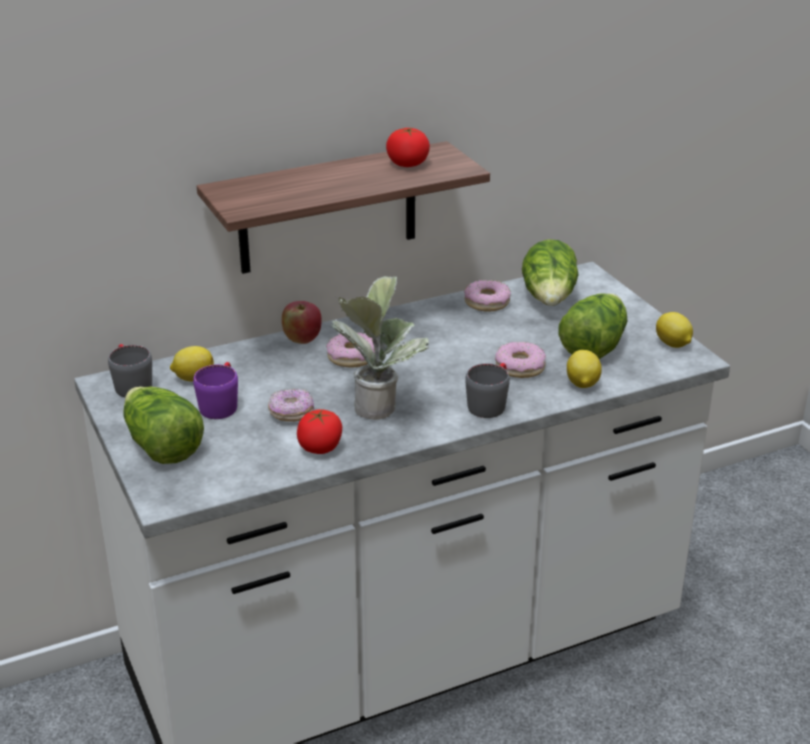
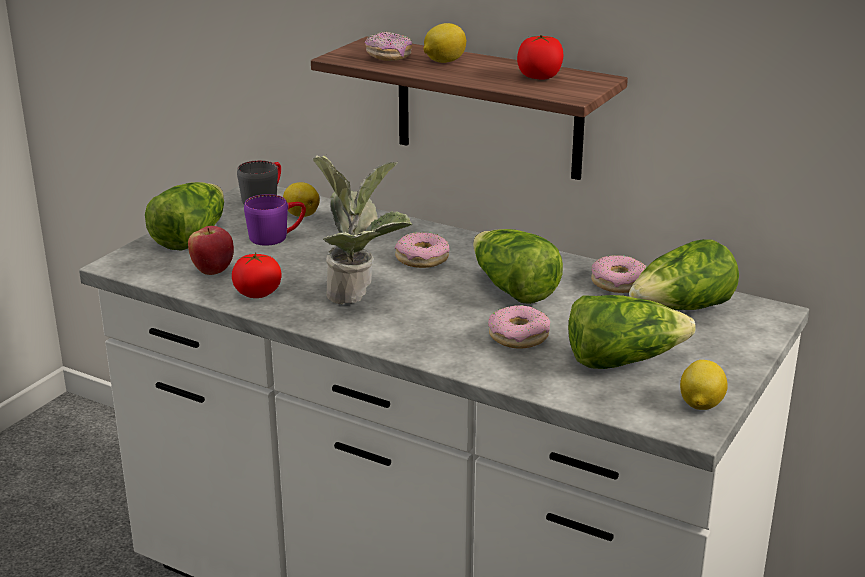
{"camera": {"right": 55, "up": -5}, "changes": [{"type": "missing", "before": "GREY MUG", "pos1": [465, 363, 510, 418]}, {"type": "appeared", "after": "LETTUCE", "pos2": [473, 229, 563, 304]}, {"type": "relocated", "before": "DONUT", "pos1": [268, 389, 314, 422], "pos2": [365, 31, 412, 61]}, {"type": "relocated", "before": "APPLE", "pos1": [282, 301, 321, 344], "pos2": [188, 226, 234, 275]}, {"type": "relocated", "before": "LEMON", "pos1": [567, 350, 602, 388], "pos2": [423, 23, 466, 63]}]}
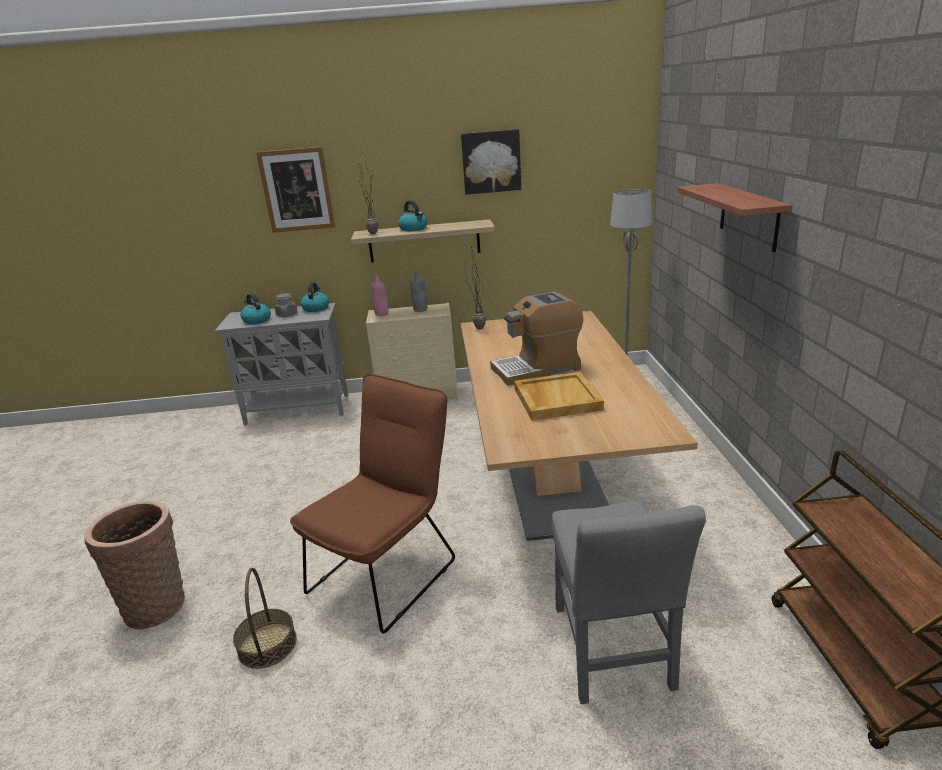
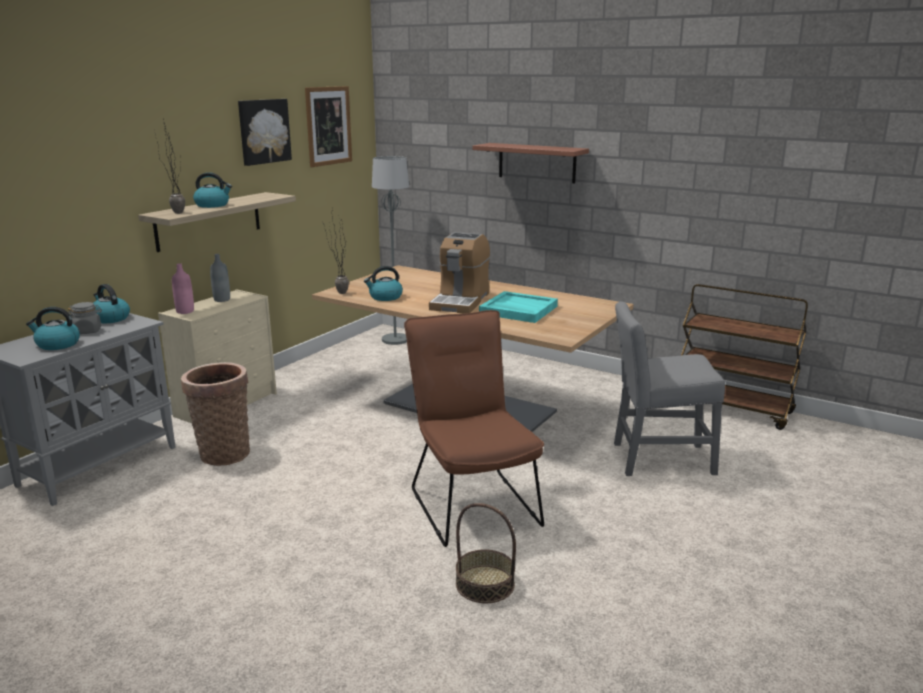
{"camera": {"right": -55, "up": -5}, "changes": [{"type": "appeared", "after": "KETTLE", "pos2": [364, 266, 403, 301]}, {"type": "relocated", "before": "BASKET", "pos1": [84, 500, 185, 630], "pos2": [181, 362, 250, 466]}, {"type": "relocated", "before": "PICTURE", "pos1": [256, 147, 335, 233], "pos2": [305, 86, 352, 167]}, {"type": "colour", "before": "BEIGE TRAY", "after": "TURQUOISE TRAY", "pos1": [514, 372, 604, 421], "pos2": [479, 291, 558, 323]}, {"type": "spun", "before": "GREY CHAIR", "pos1": [552, 501, 706, 704], "pos2": [614, 301, 725, 476], "turn": 150}]}
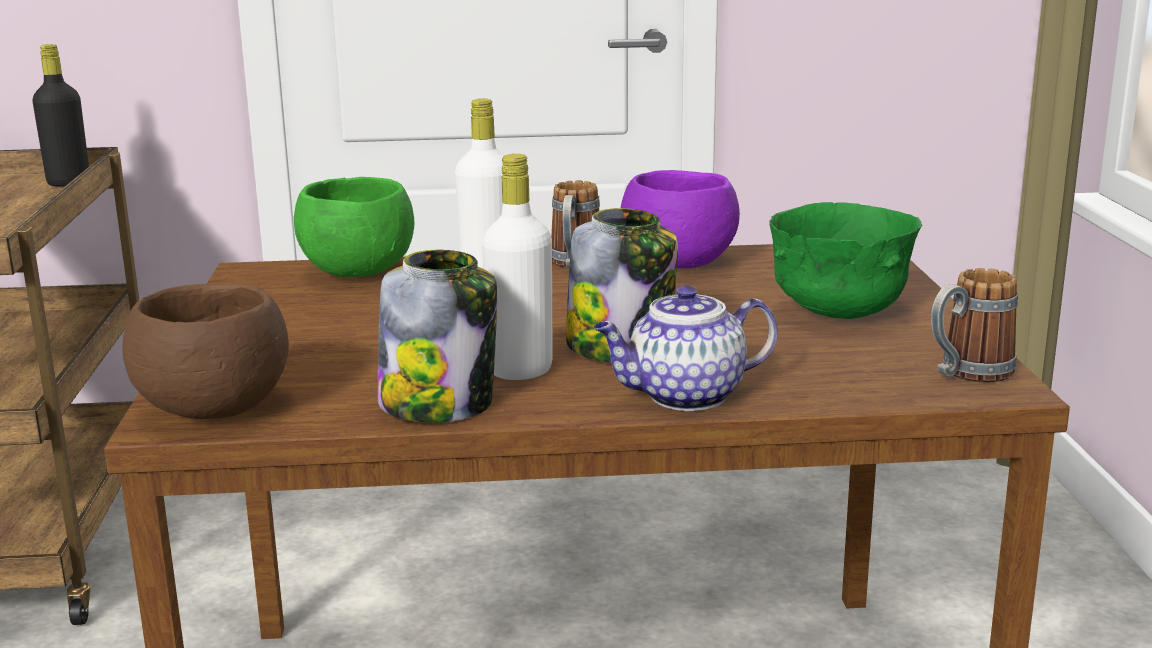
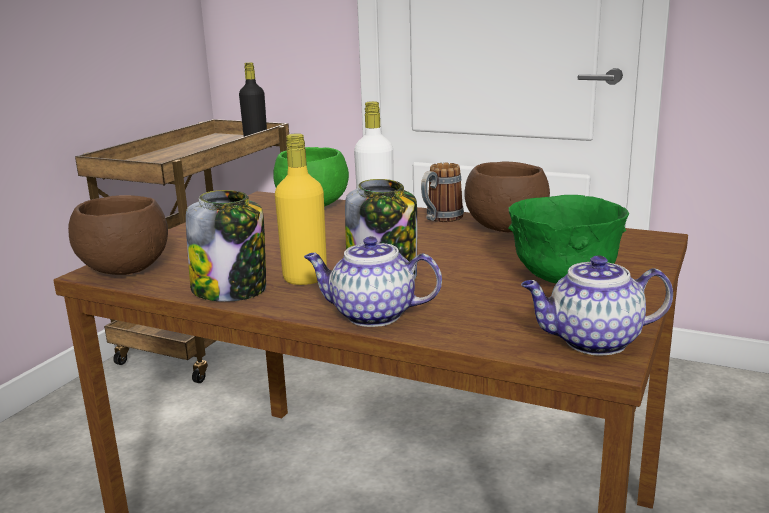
{"camera": {"right": 30, "up": 0}, "changes": [{"type": "exchanged", "before": "MUG", "after": "TEAPOT", "pos1": [931, 268, 1018, 383], "pos2": [521, 255, 673, 355]}, {"type": "colour", "before": "WHITE BOTTLE", "after": "YELLOW BOTTLE", "pos1": [482, 154, 553, 380], "pos2": [275, 133, 327, 285]}, {"type": "colour", "before": "PURPLE BOWL", "after": "BROWN BOWL", "pos1": [621, 170, 740, 268], "pos2": [464, 161, 550, 232]}]}
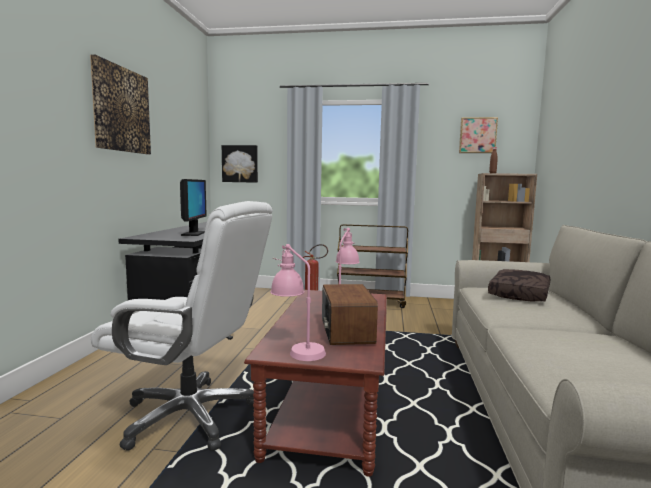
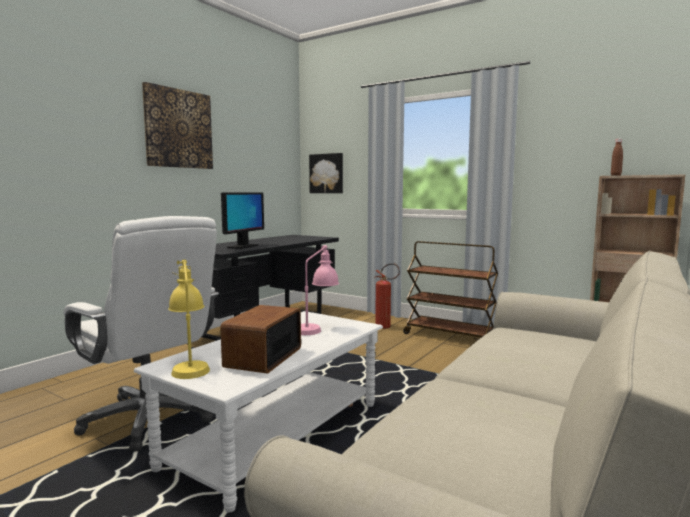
{"camera": {"right": 25, "up": 0}, "changes": [{"type": "missing", "before": "PICTURE", "pos1": [459, 117, 498, 153]}, {"type": "missing", "before": "BROWN PILLOW", "pos1": [488, 269, 550, 302]}, {"type": "colour", "before": "BROWN COFFEE TABLE", "after": "WHITE COFFEE TABLE", "pos1": [244, 290, 387, 477], "pos2": [134, 311, 383, 512]}, {"type": "colour", "before": "PINK TABLE LAMP", "after": "YELLOW TABLE LAMP", "pos1": [270, 244, 326, 361], "pos2": [168, 259, 210, 379]}]}
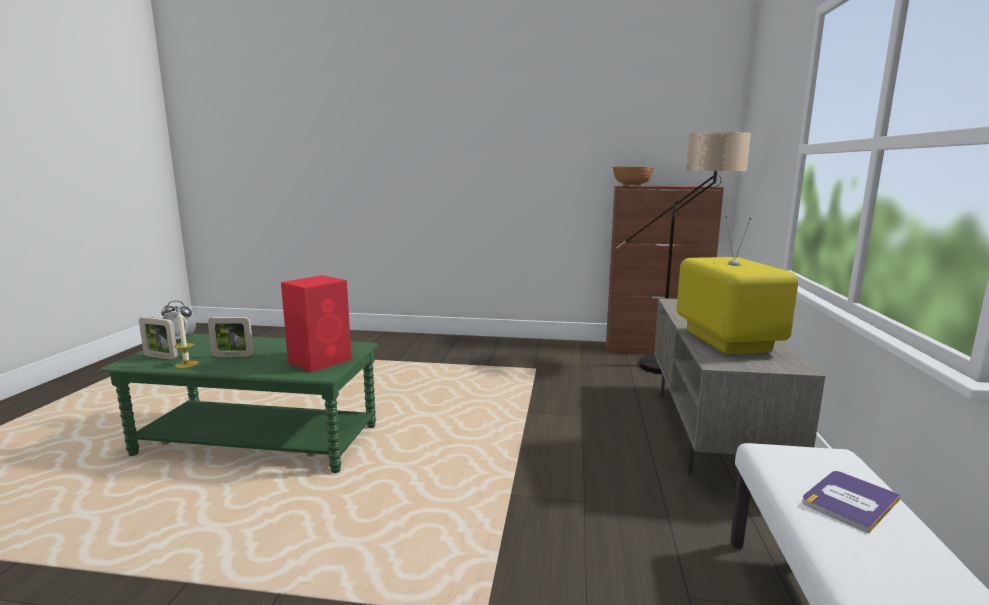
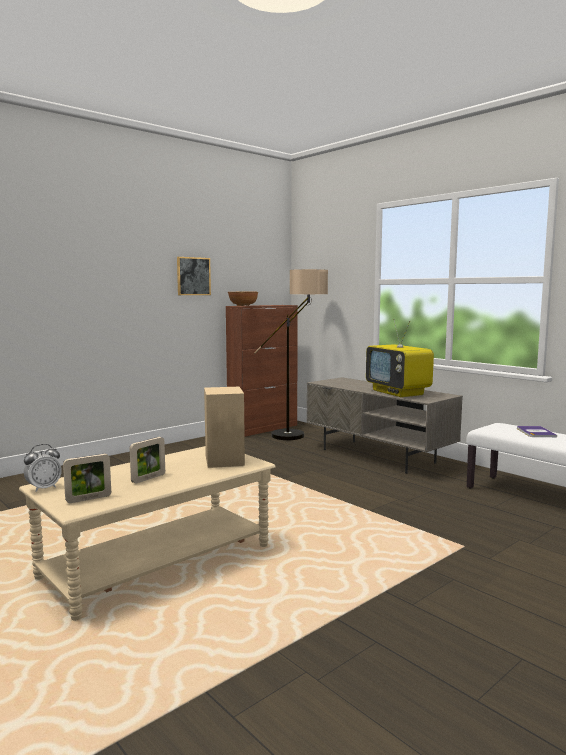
{"camera": {"right": -50, "up": -5}, "changes": [{"type": "missing", "before": "CANDLE", "pos1": [174, 310, 198, 368]}, {"type": "appeared", "after": "PICTURE", "pos2": [177, 257, 211, 295]}, {"type": "colour", "before": "GREEN COFFEE TABLE", "after": "BEIGE COFFEE TABLE", "pos1": [101, 334, 378, 473], "pos2": [19, 446, 275, 621]}, {"type": "colour", "before": "RED SPEAKER", "after": "BEIGE SPEAKER", "pos1": [281, 275, 352, 372], "pos2": [204, 387, 245, 468]}, {"type": "spun", "before": "TELEVISION", "pos1": [677, 215, 798, 354], "pos2": [366, 319, 434, 397], "turn": -150}]}
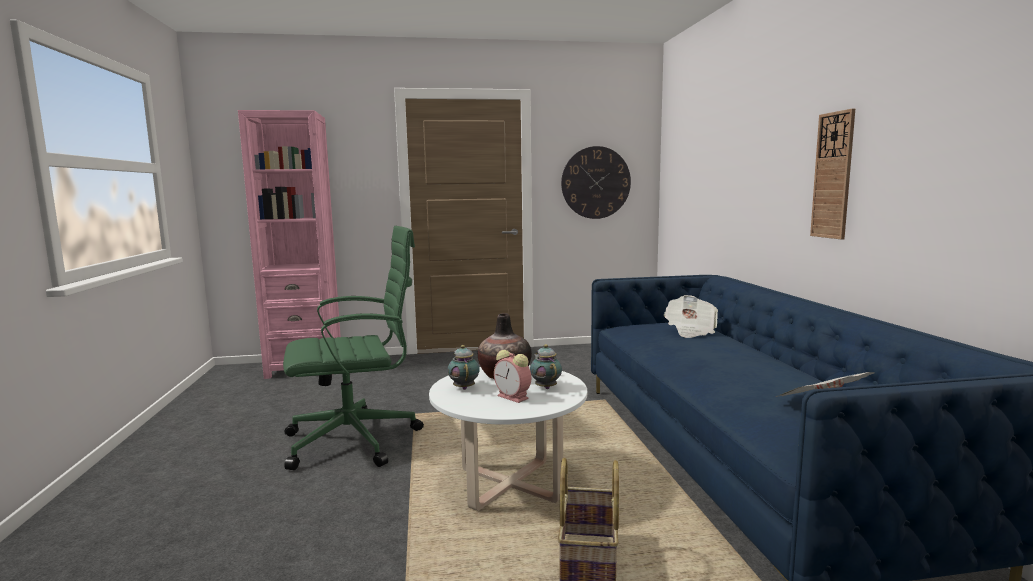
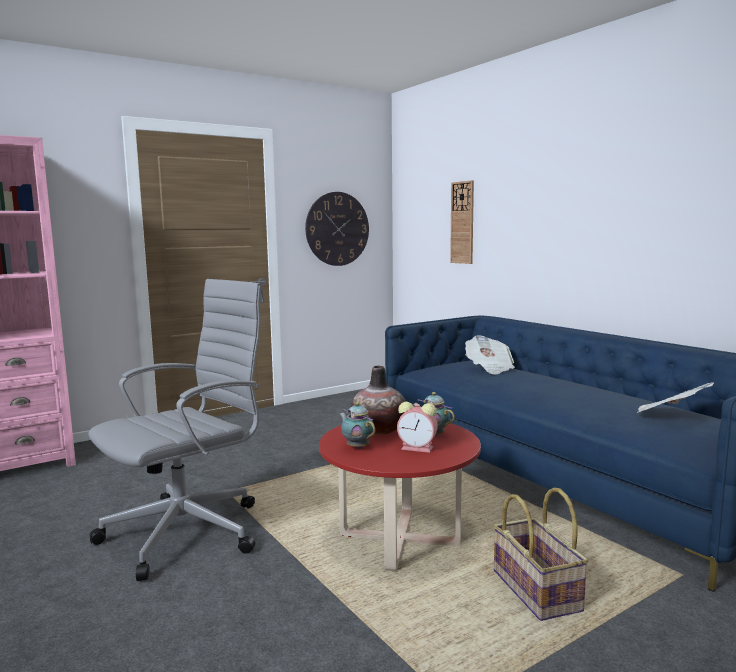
{"camera": {"right": -25, "up": 0}, "changes": [{"type": "relocated", "before": "WALL CLOCK", "pos1": [810, 108, 855, 239], "pos2": [450, 180, 474, 264]}, {"type": "colour", "before": "GREEN OFFICE CHAIR", "after": "GREY OFFICE CHAIR", "pos1": [283, 226, 424, 470], "pos2": [88, 279, 264, 581]}, {"type": "colour", "before": "WHITE COFFEE TABLE", "after": "RED COFFEE TABLE", "pos1": [429, 365, 587, 511], "pos2": [319, 423, 481, 571]}]}
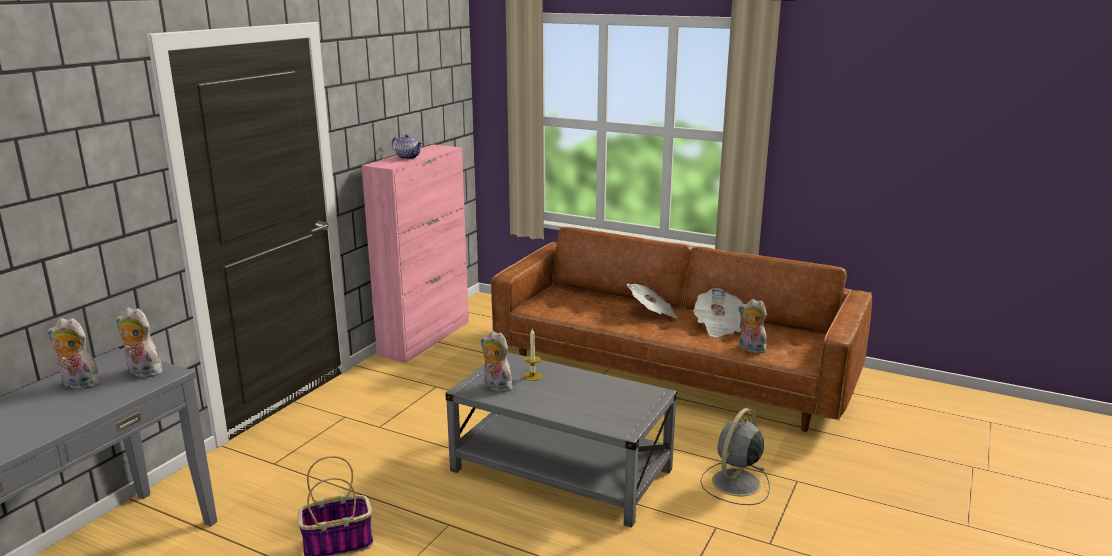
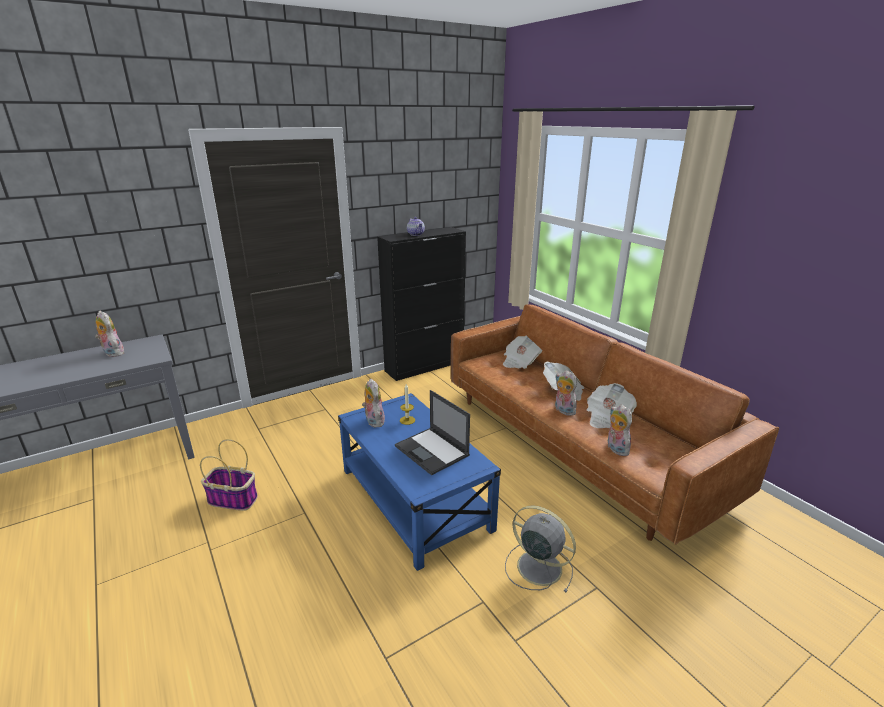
{"camera": {"right": 30, "up": 5}, "changes": [{"type": "appeared", "after": "LAPTOP", "pos2": [395, 390, 470, 476]}, {"type": "appeared", "after": "NEWSPAPER", "pos2": [503, 335, 542, 369]}, {"type": "relocated", "before": "PLUSH TOY", "pos1": [116, 308, 162, 378], "pos2": [555, 370, 577, 416]}, {"type": "colour", "before": "PINK CABINET", "after": "BLACK CABINET", "pos1": [361, 144, 469, 363], "pos2": [377, 227, 466, 381]}, {"type": "colour", "before": "GREY COFFEE TABLE", "after": "BLUE COFFEE TABLE", "pos1": [445, 352, 677, 528], "pos2": [338, 393, 501, 571]}, {"type": "spun", "before": "GREY FAN", "pos1": [700, 408, 770, 505], "pos2": [505, 505, 576, 593], "turn": 60}]}
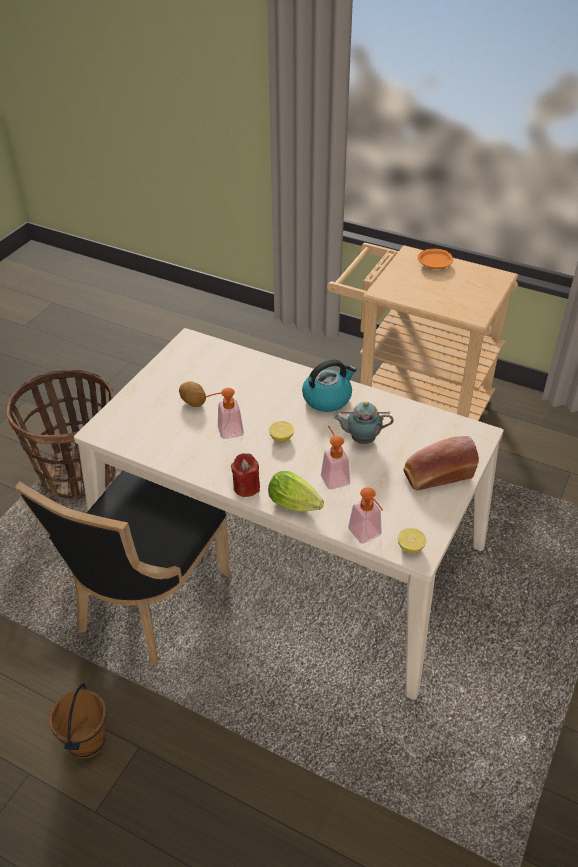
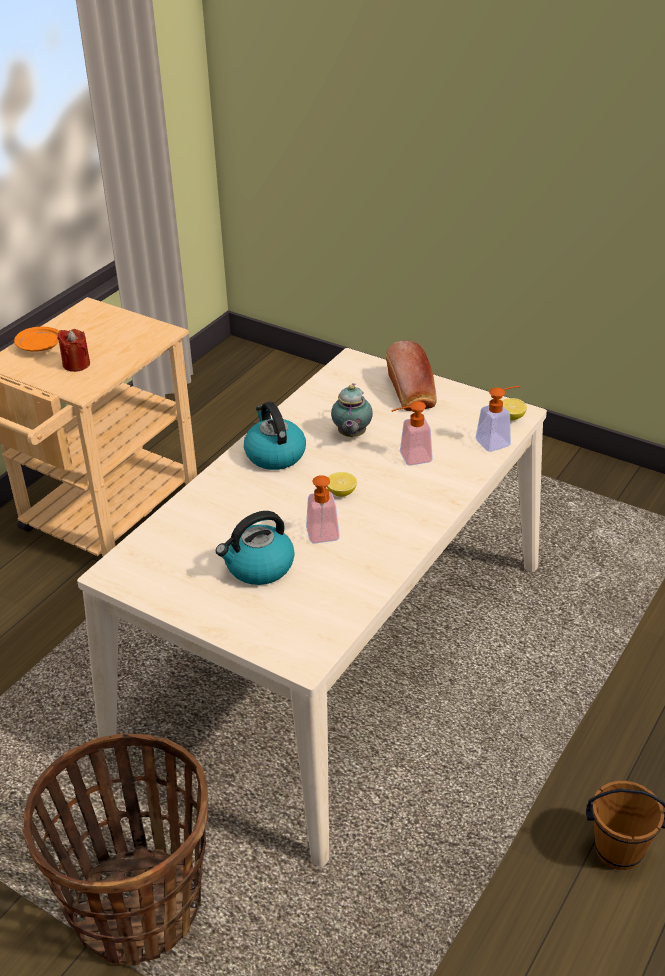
{"camera": {"right": -85, "up": -5}, "changes": [{"type": "missing", "before": "BLACK CHAIR", "pos1": [15, 471, 233, 666]}, {"type": "missing", "before": "LETTUCE", "pos1": [268, 471, 324, 512]}, {"type": "relocated", "before": "RED CANDLE", "pos1": [231, 453, 260, 497], "pos2": [58, 329, 90, 372]}, {"type": "exchanged", "before": "POTATO", "after": "KETTLE", "pos1": [179, 381, 206, 407], "pos2": [216, 511, 295, 585]}]}
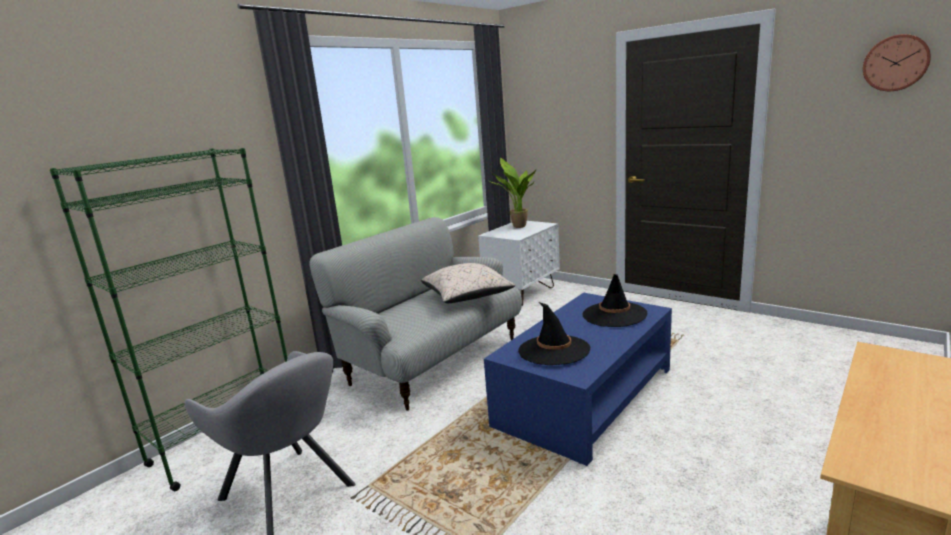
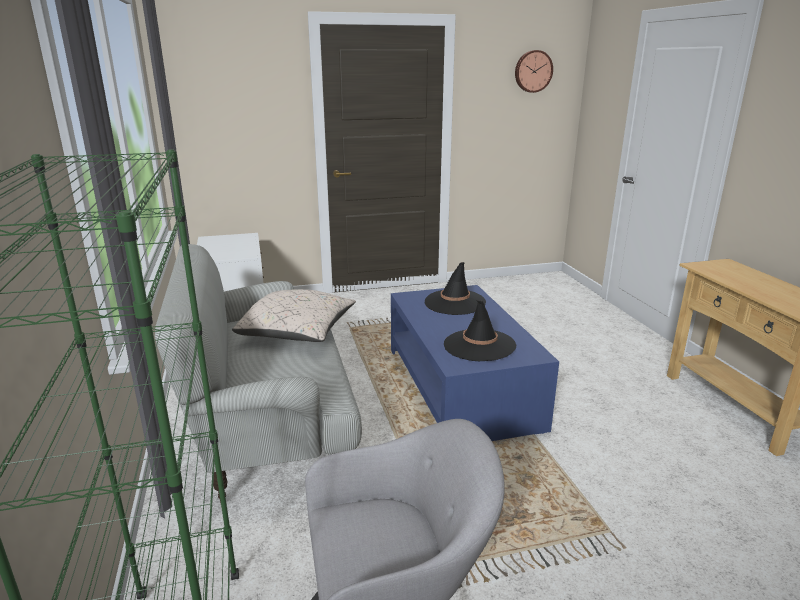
{"camera": {"right": -55, "up": 5}, "changes": [{"type": "missing", "before": "POTTED PLANT", "pos1": [489, 158, 536, 228]}]}
